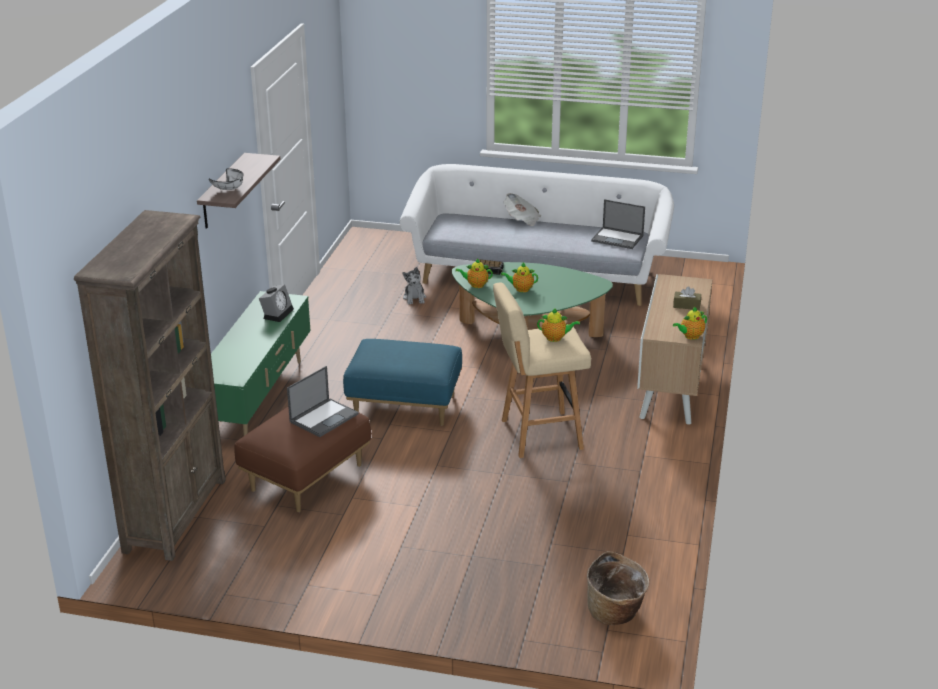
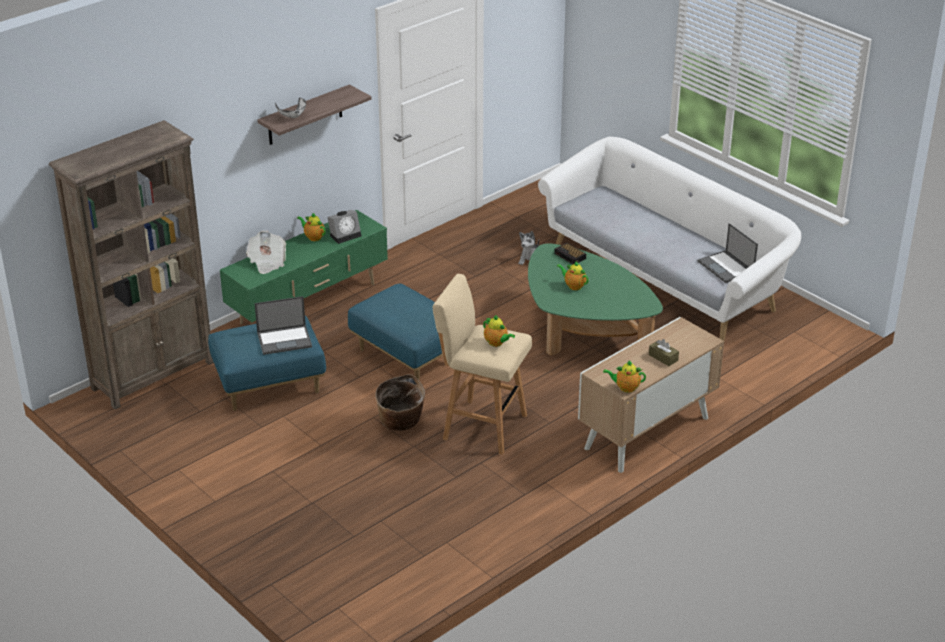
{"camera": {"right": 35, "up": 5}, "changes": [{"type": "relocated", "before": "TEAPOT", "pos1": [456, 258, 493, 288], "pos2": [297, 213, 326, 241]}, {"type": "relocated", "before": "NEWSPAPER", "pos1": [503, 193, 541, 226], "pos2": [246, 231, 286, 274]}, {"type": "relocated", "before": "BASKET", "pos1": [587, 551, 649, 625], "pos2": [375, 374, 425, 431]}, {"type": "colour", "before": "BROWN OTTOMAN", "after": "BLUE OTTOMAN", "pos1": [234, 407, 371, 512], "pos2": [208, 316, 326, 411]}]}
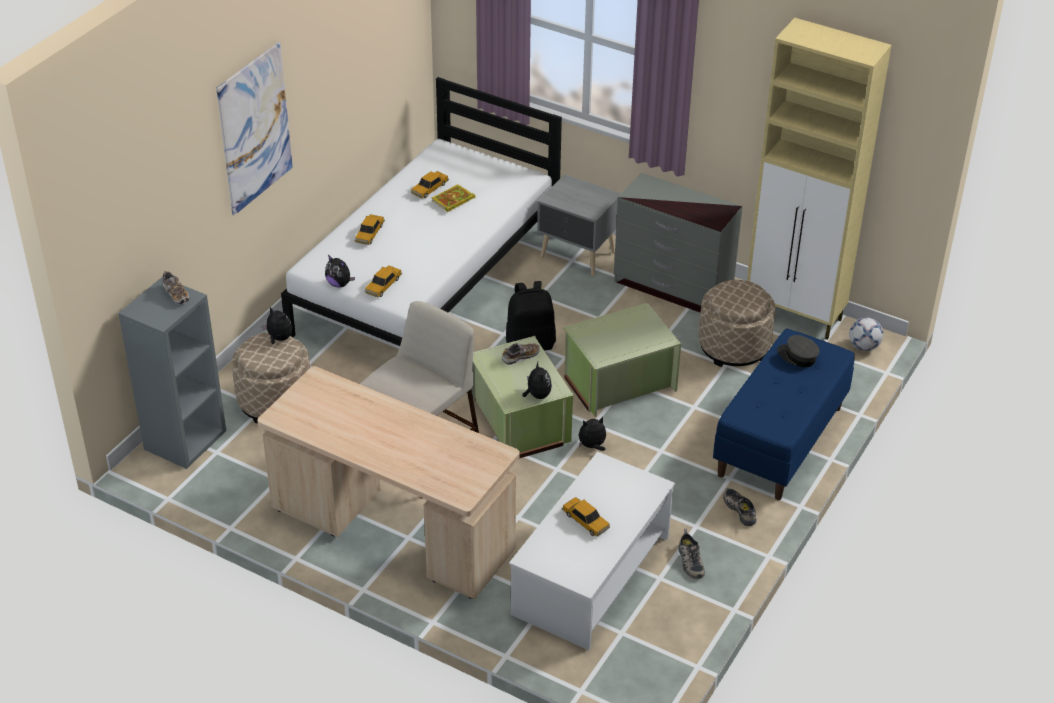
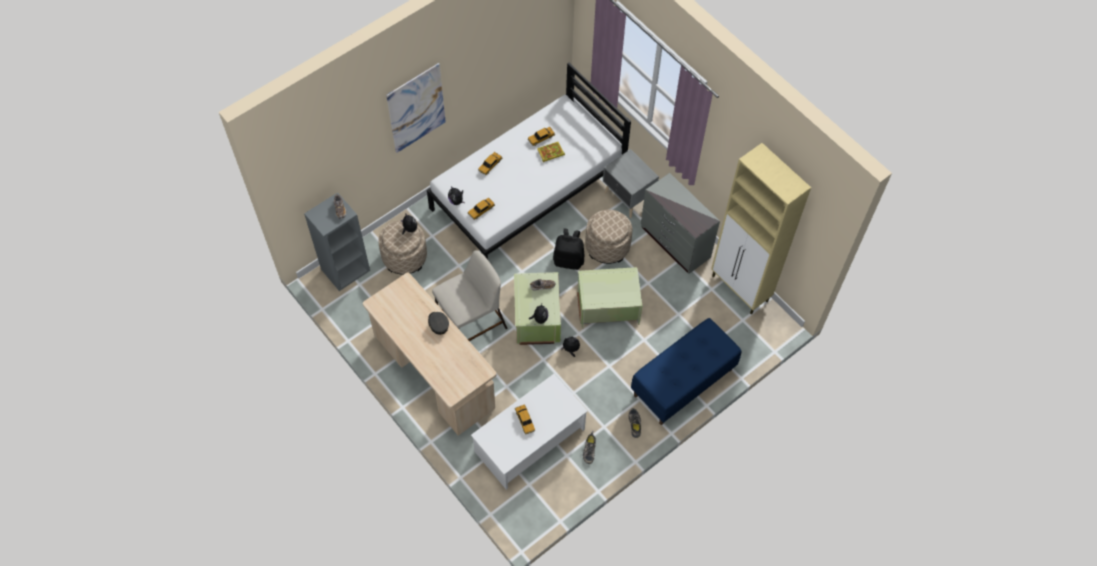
{"camera": {"right": 20, "up": 20}, "changes": [{"type": "missing", "before": "FOOTBALL", "pos1": [849, 317, 883, 351]}, {"type": "relocated", "before": "BEIGE OTTOMAN", "pos1": [699, 280, 776, 367], "pos2": [585, 210, 632, 264]}, {"type": "relocated", "before": "GREY CAP", "pos1": [777, 335, 820, 367], "pos2": [428, 312, 449, 335]}]}
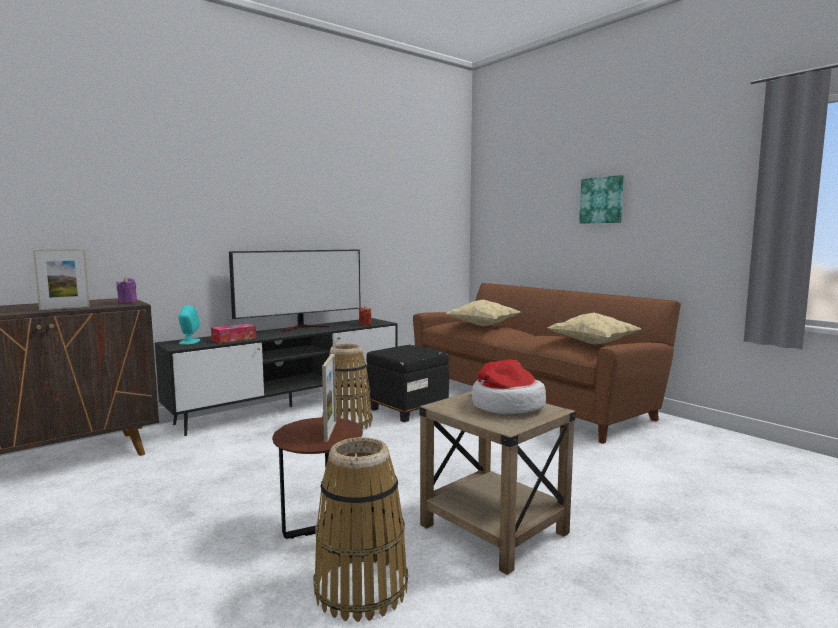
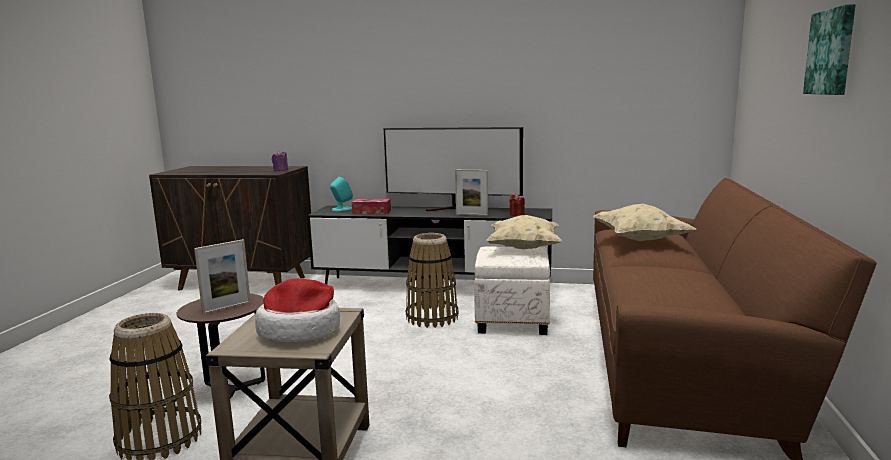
{"camera": {"right": 50, "up": 5}, "changes": [{"type": "relocated", "before": "PICTURE FRAME", "pos1": [33, 249, 90, 310], "pos2": [455, 170, 488, 216]}, {"type": "relocated", "before": "BEIGE PILLOW", "pos1": [548, 313, 641, 345], "pos2": [486, 215, 562, 249]}, {"type": "colour", "before": "BLACK OTTOMAN", "after": "WHITE OTTOMAN", "pos1": [366, 345, 449, 422], "pos2": [474, 246, 550, 335]}]}
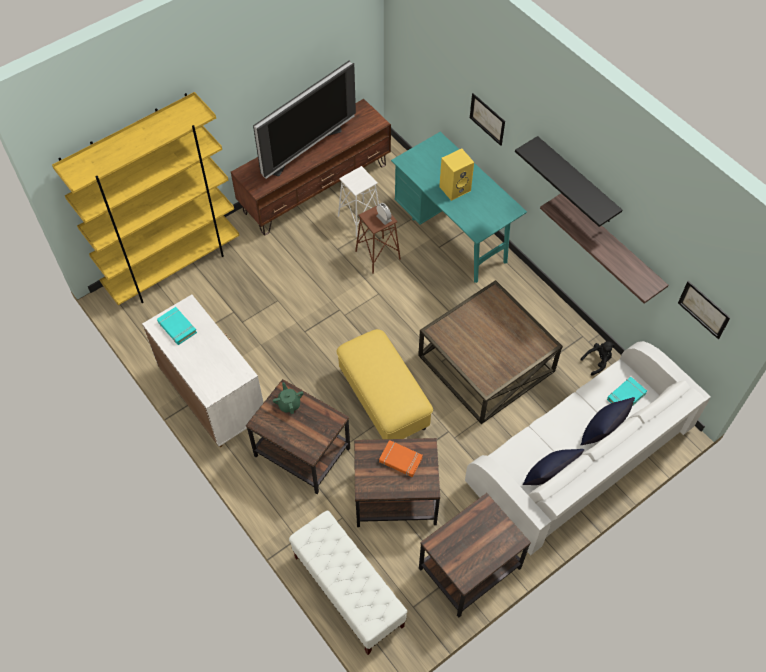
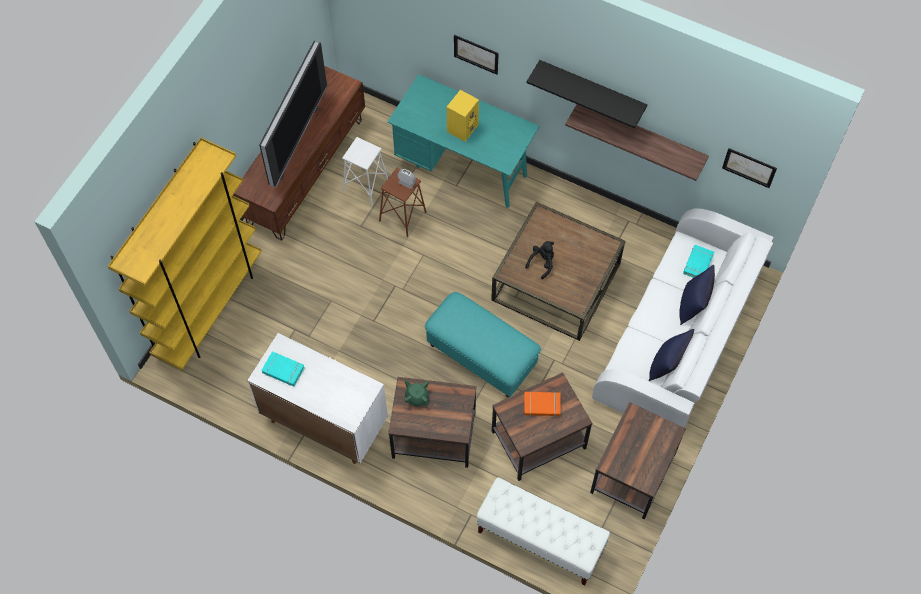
{"camera": {"right": -25, "up": 5}, "changes": [{"type": "relocated", "before": "BLACK PLUSH TOY", "pos1": [580, 341, 615, 375], "pos2": [525, 241, 554, 279]}, {"type": "colour", "before": "YELLOW OTTOMAN", "after": "TURQUOISE OTTOMAN", "pos1": [336, 329, 433, 439], "pos2": [425, 292, 541, 398]}]}
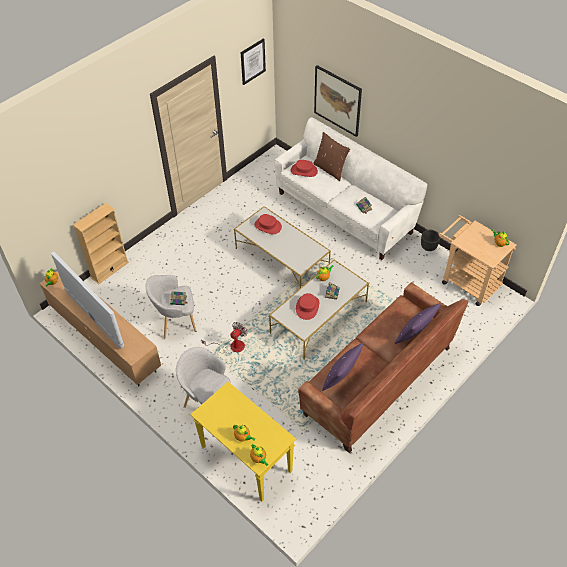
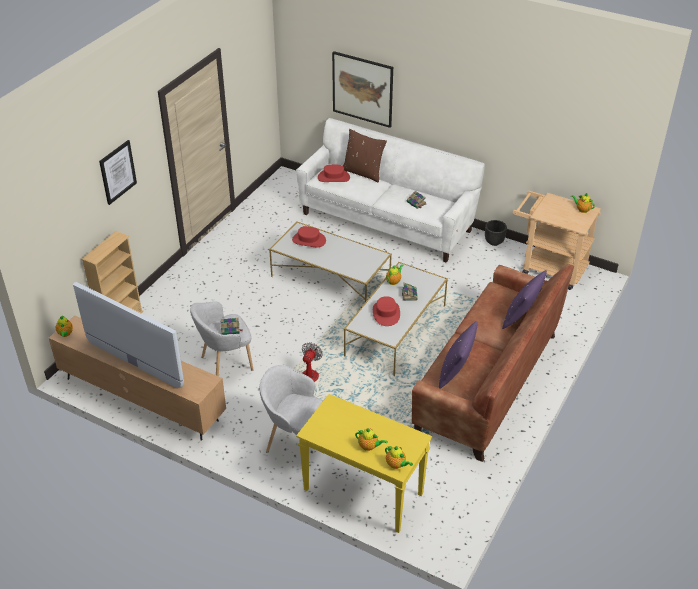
{"camera": {"right": -15, "up": -10}, "changes": [{"type": "relocated", "before": "PICTURE", "pos1": [241, 38, 266, 85], "pos2": [99, 140, 137, 205]}]}
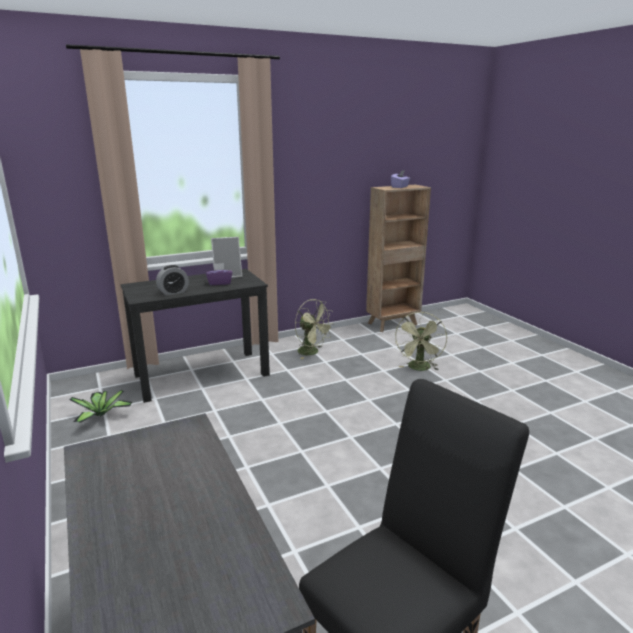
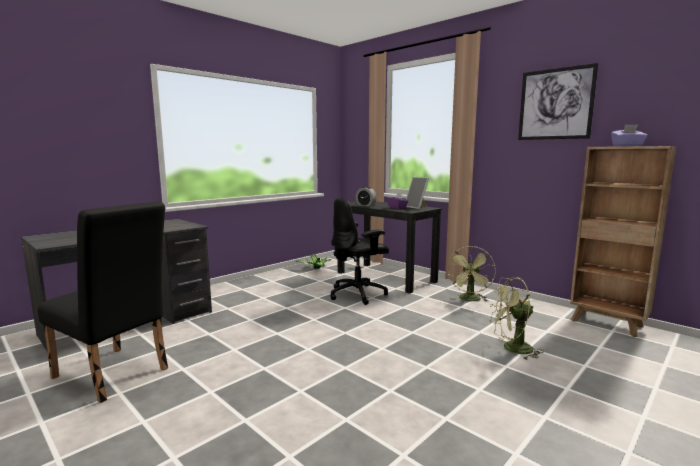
{"camera": {"right": 70, "up": -10}, "changes": [{"type": "appeared", "after": "BLACK OFFICE CHAIR", "pos2": [331, 198, 389, 305]}, {"type": "appeared", "after": "PICTURE", "pos2": [518, 63, 598, 140]}]}
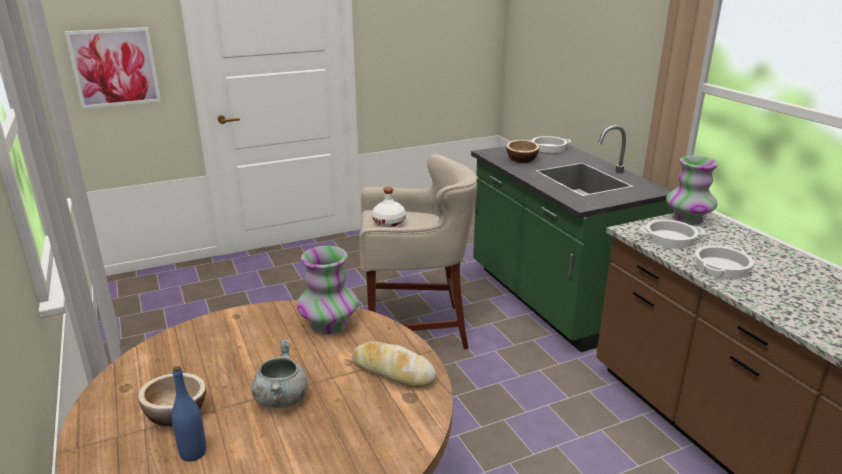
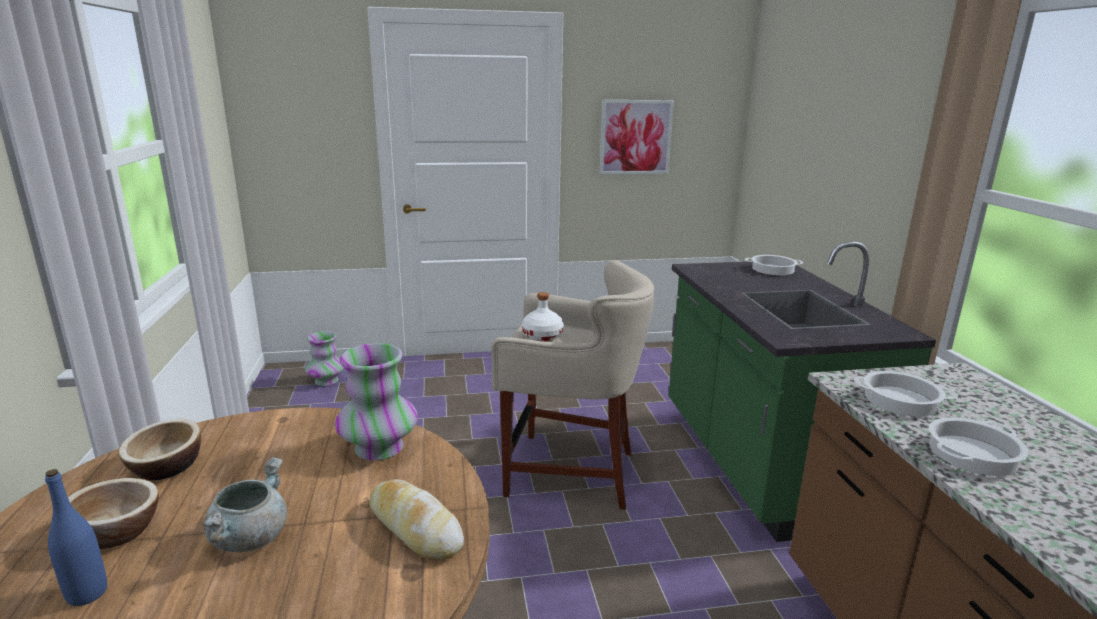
{"camera": {"right": 15, "up": -5}, "changes": [{"type": "relocated", "before": "PICTURE", "pos1": [65, 27, 161, 109], "pos2": [599, 100, 674, 175]}, {"type": "relocated", "before": "BOWL", "pos1": [506, 140, 540, 163], "pos2": [118, 419, 201, 480]}, {"type": "relocated", "before": "VASE", "pos1": [666, 156, 719, 225], "pos2": [305, 331, 344, 386]}]}
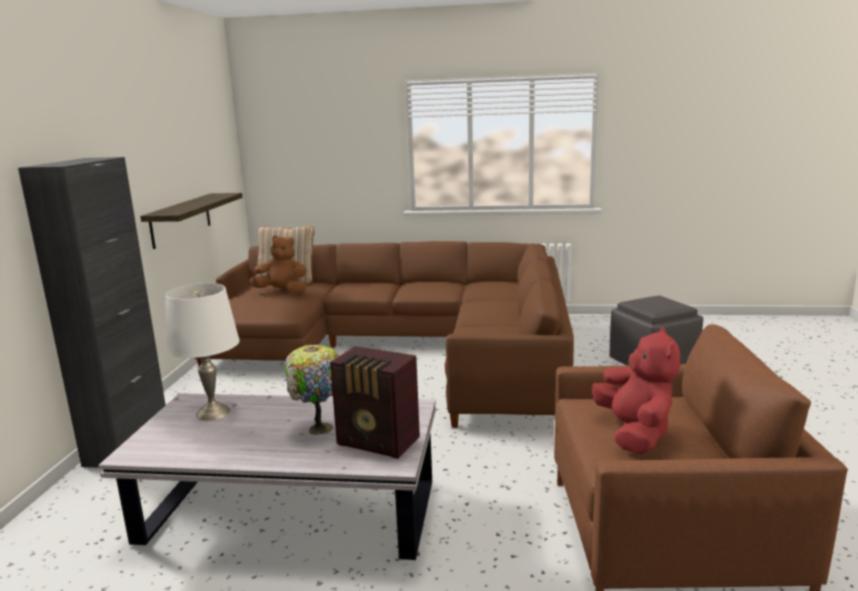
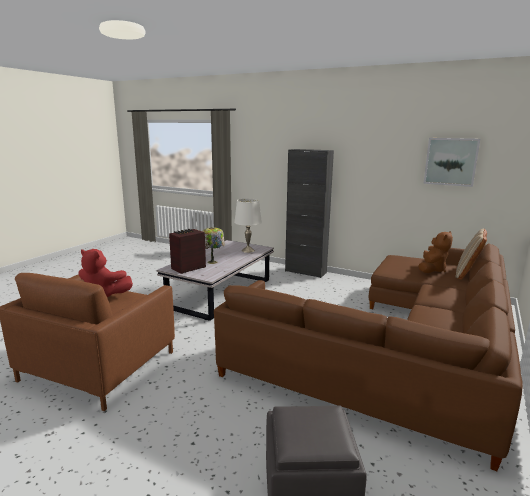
{"camera": {"right": 110, "up": 0}, "changes": [{"type": "missing", "before": "SHELF", "pos1": [140, 193, 243, 249]}, {"type": "appeared", "after": "PICTURE", "pos2": [423, 138, 480, 187]}]}
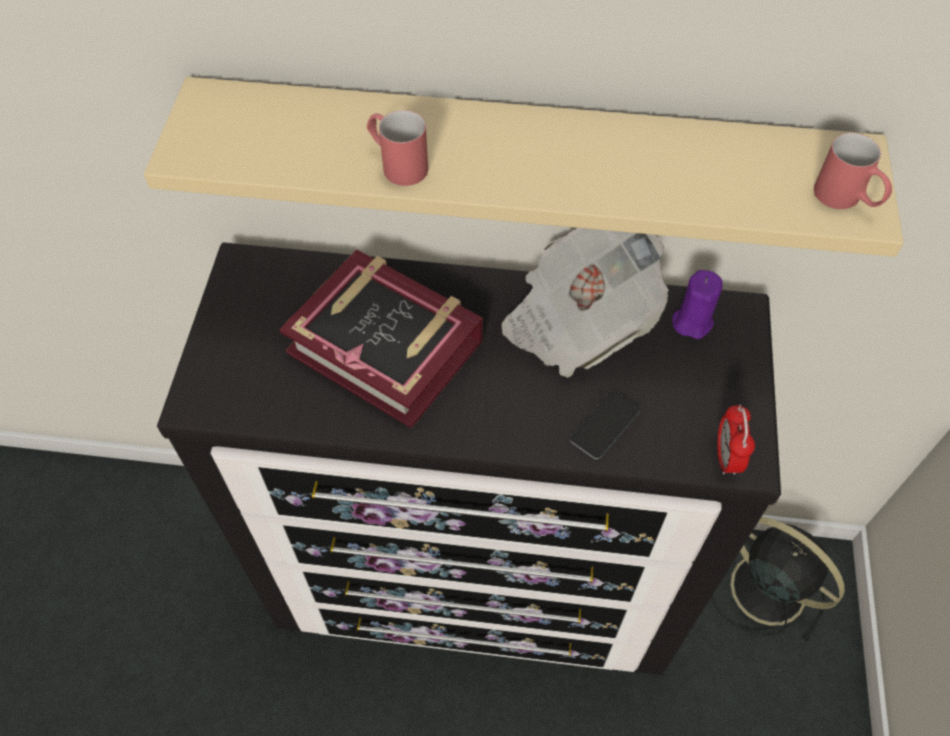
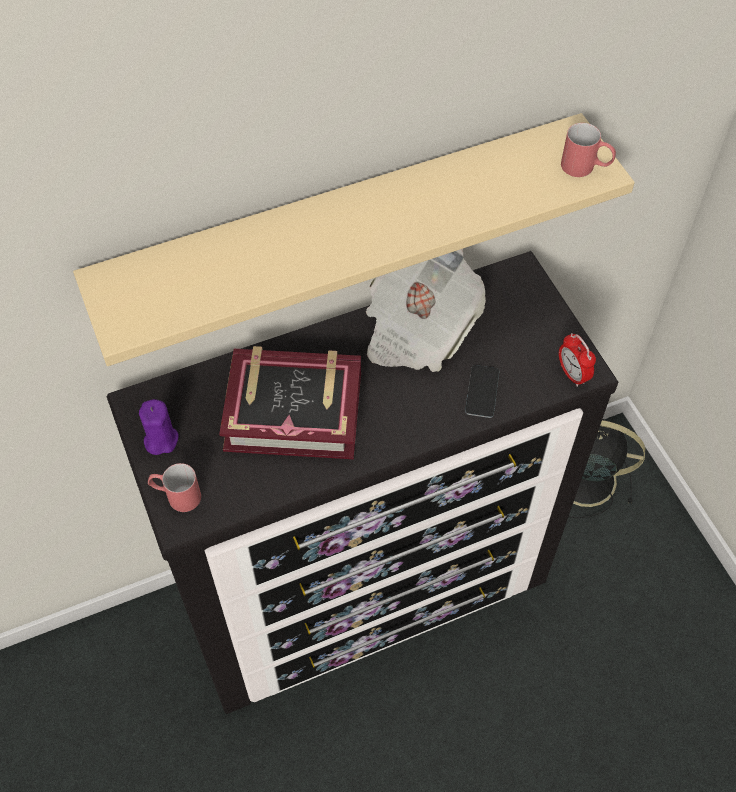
{"camera": {"right": -30, "up": 0}, "changes": [{"type": "relocated", "before": "RED MUG", "pos1": [367, 110, 428, 186], "pos2": [148, 463, 201, 512]}, {"type": "relocated", "before": "PURPLE CANDLE", "pos1": [672, 270, 723, 339], "pos2": [139, 399, 178, 455]}]}
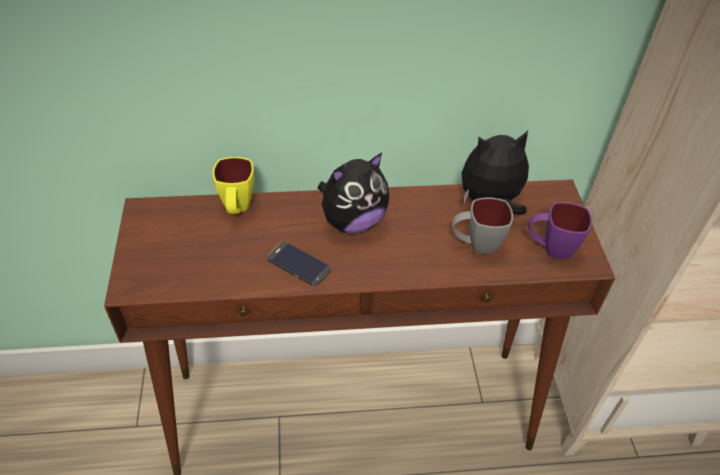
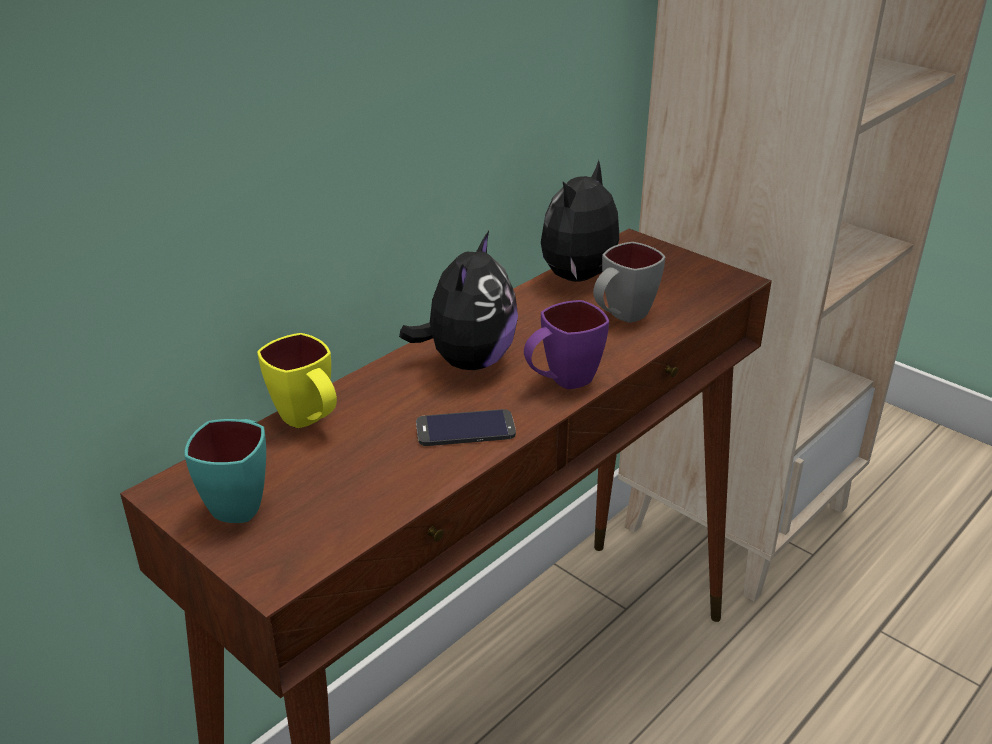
{"camera": {"right": -40, "up": -15}, "changes": [{"type": "appeared", "after": "TURQUOISE MUG", "pos2": [185, 419, 266, 523]}, {"type": "relocated", "before": "PURPLE MUG", "pos1": [528, 202, 592, 259], "pos2": [524, 300, 609, 389]}]}
